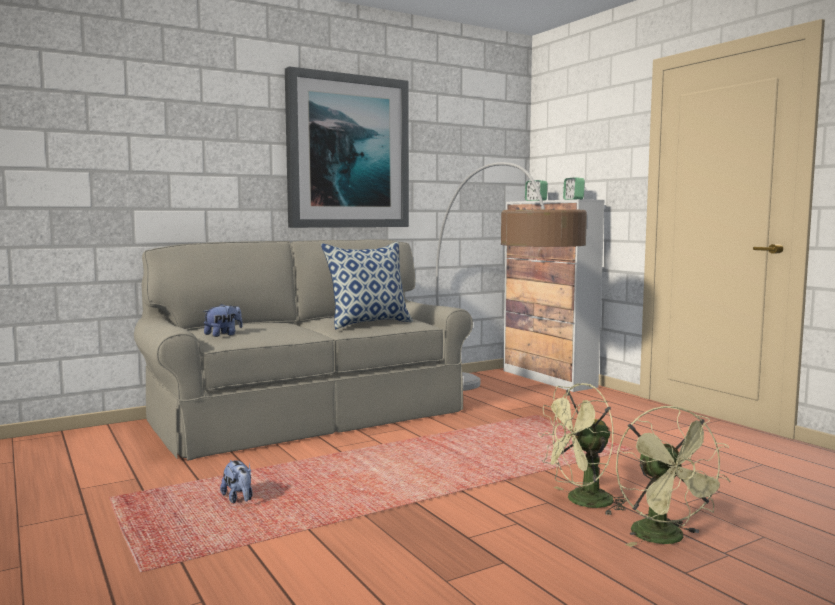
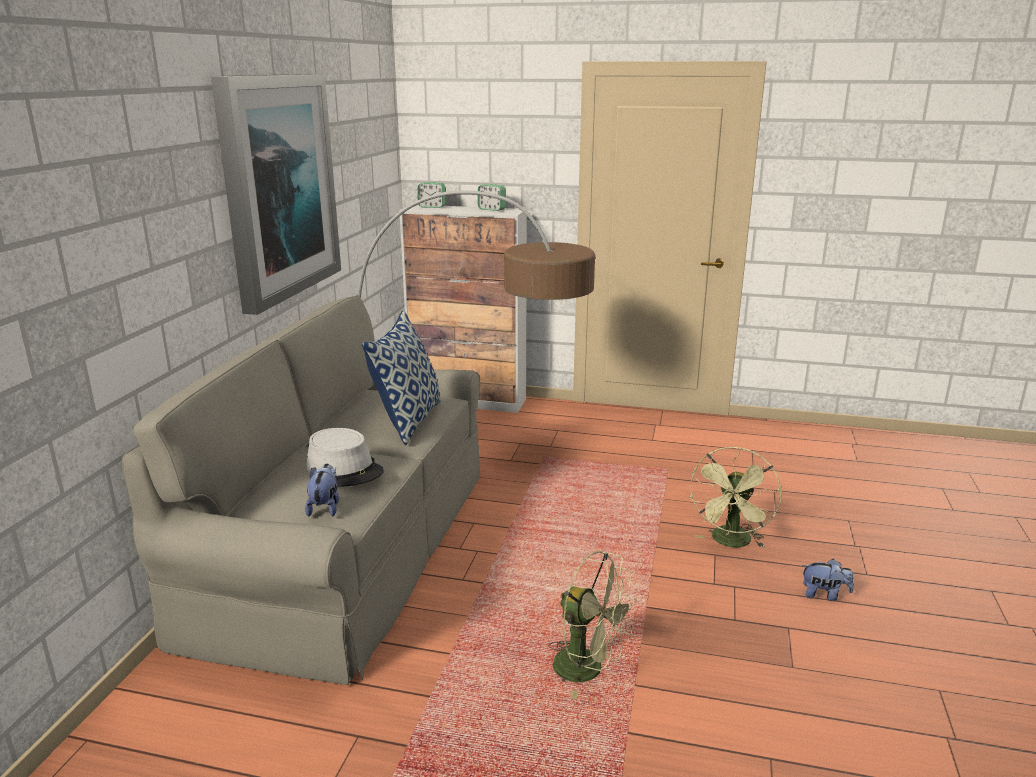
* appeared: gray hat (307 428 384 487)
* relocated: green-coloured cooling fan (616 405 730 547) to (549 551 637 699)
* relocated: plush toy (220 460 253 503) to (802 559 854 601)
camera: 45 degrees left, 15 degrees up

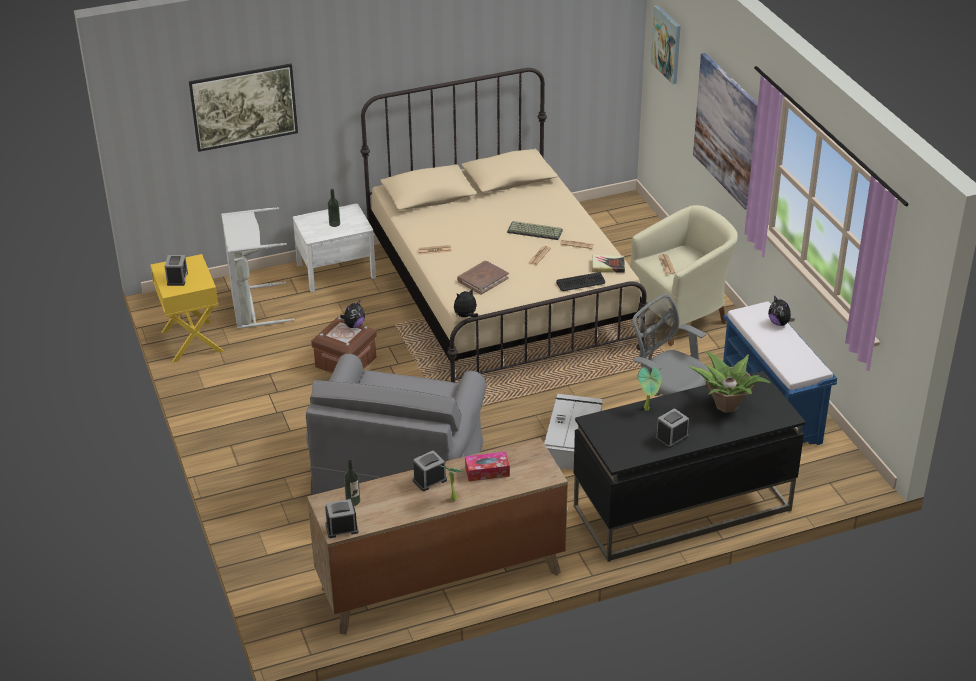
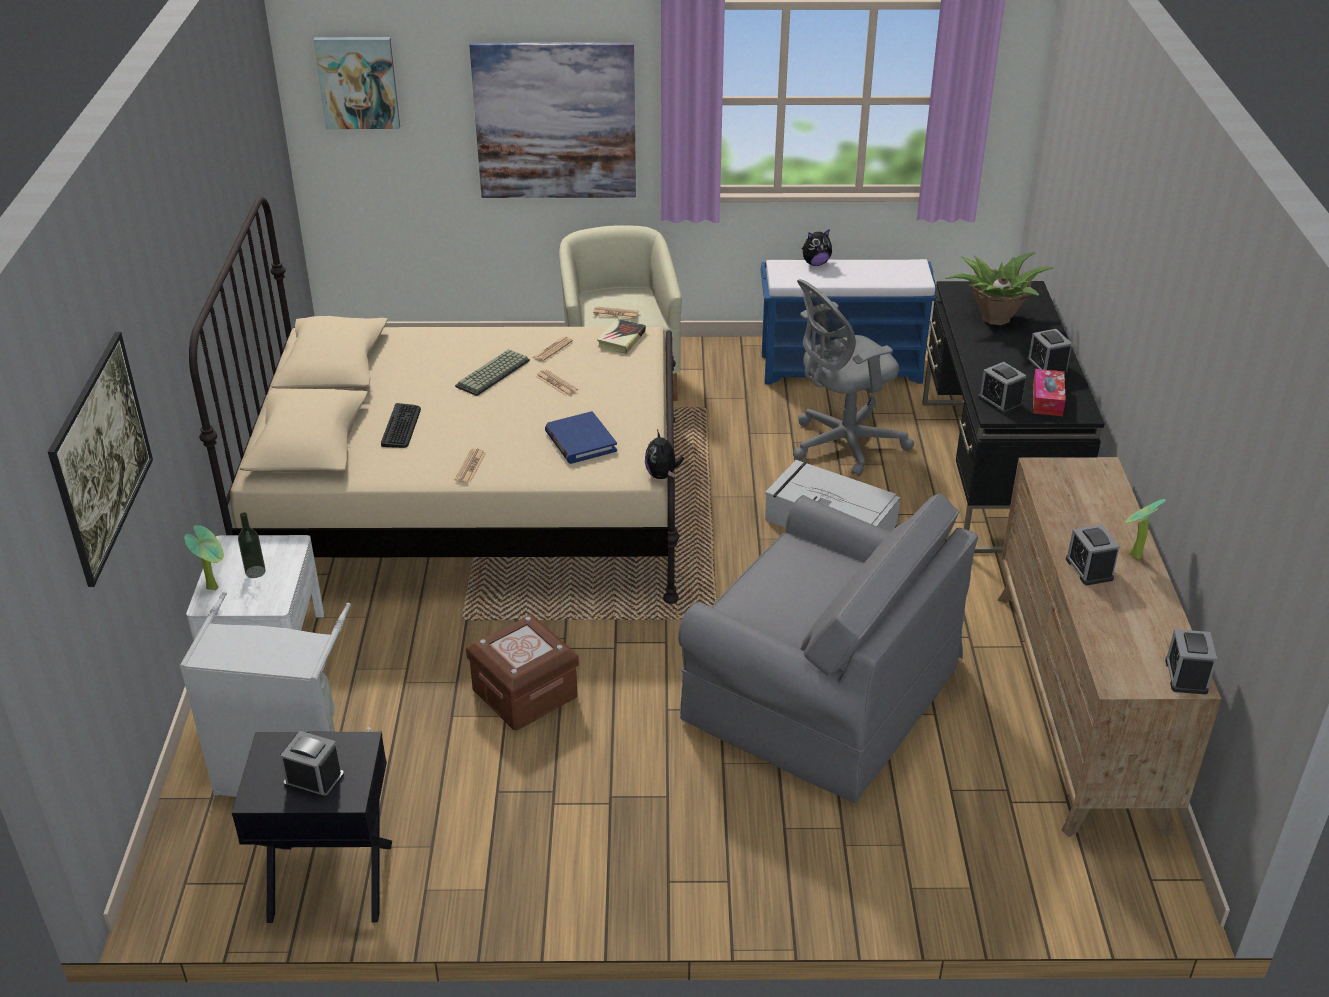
* relocated: houseplant (638 367 662 411) to (184 525 224 591)
* colour: yellowish nightstand (150 254 223 363) to blackish nightstand (232 732 392 923)
* relocated: keyboard (556 272 605 291) to (381 403 421 448)
* colour: brown volume (457 261 509 295) to bluish volume (545 411 617 464)
* appeared: bedside clock (978 362 1026 414)
* relocated: tissue holder (465 452 510 481) to (1033 369 1066 416)
* missing: plush toy (340 300 365 328)
* missing: bottle (344 460 360 506)
camera: 70 degrees left, 0 degrees up

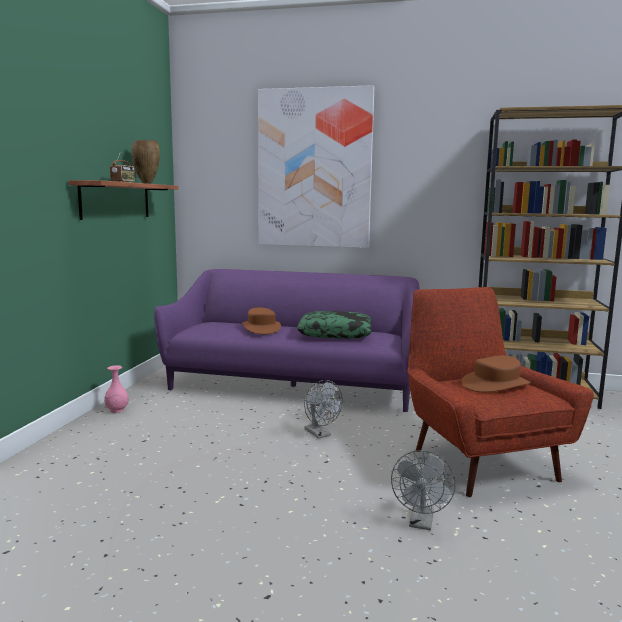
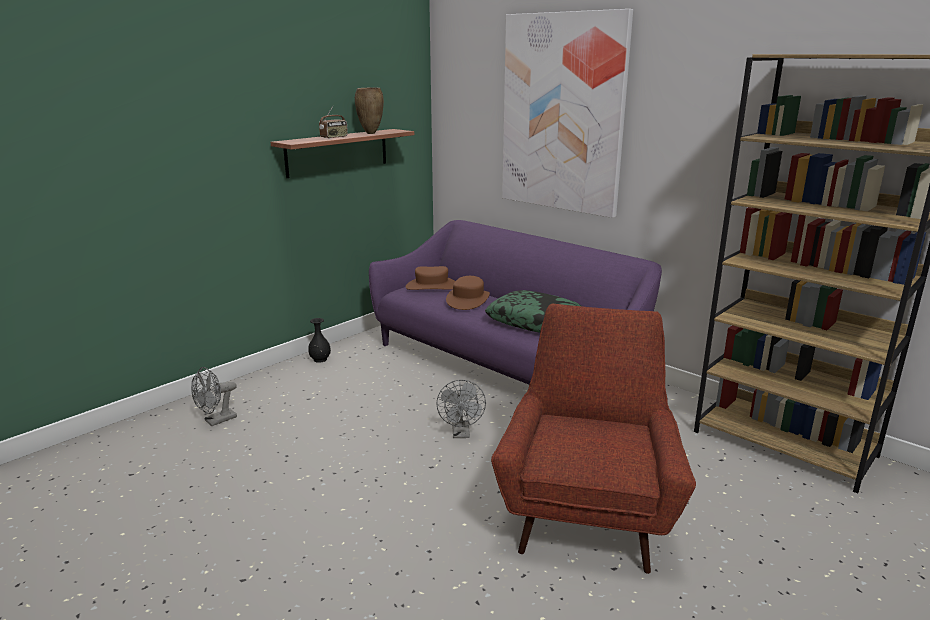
* relocated: gray cooling fan (391 450 456 530) to (191 367 237 426)
* colour: pink-coloured flower vase (104 365 129 413) to blackish flower vase (308 318 331 363)
* relocated: brown hat (461 355 531 392) to (405 266 455 290)
camera: 30 degrees right, 10 degrees up

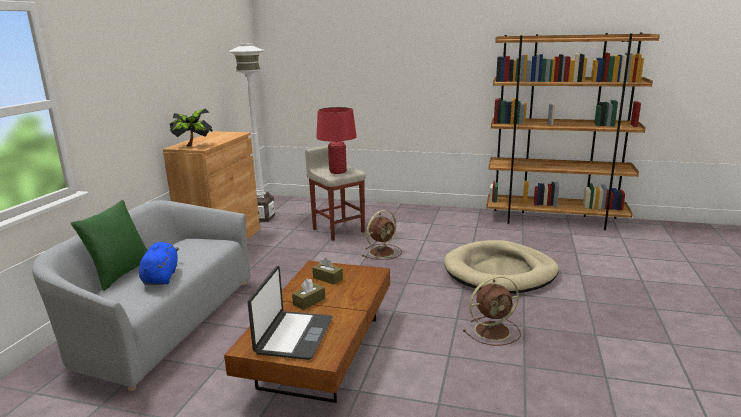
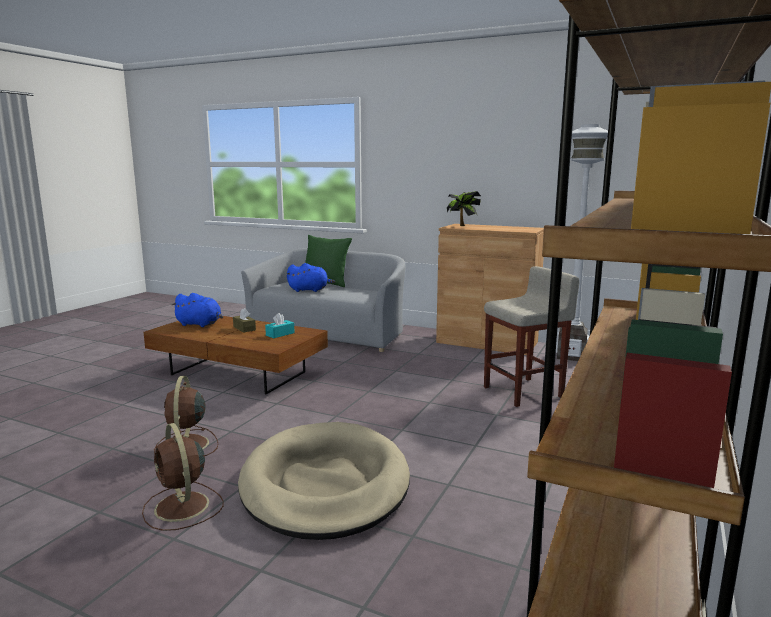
* relocated: brown cooling fan (362 210 402 260) to (142 423 224 531)
* exchanged: notebook computer (248 266 333 360) to bluish plush toy (171 293 223 327)
* colour: brown tissue holder (313 258 343 285) to turquoise-coloured tissue holder (265 313 295 338)
* missing: red lamp for a table (316 107 357 174)
camera: 100 degrees right, 5 degrees down

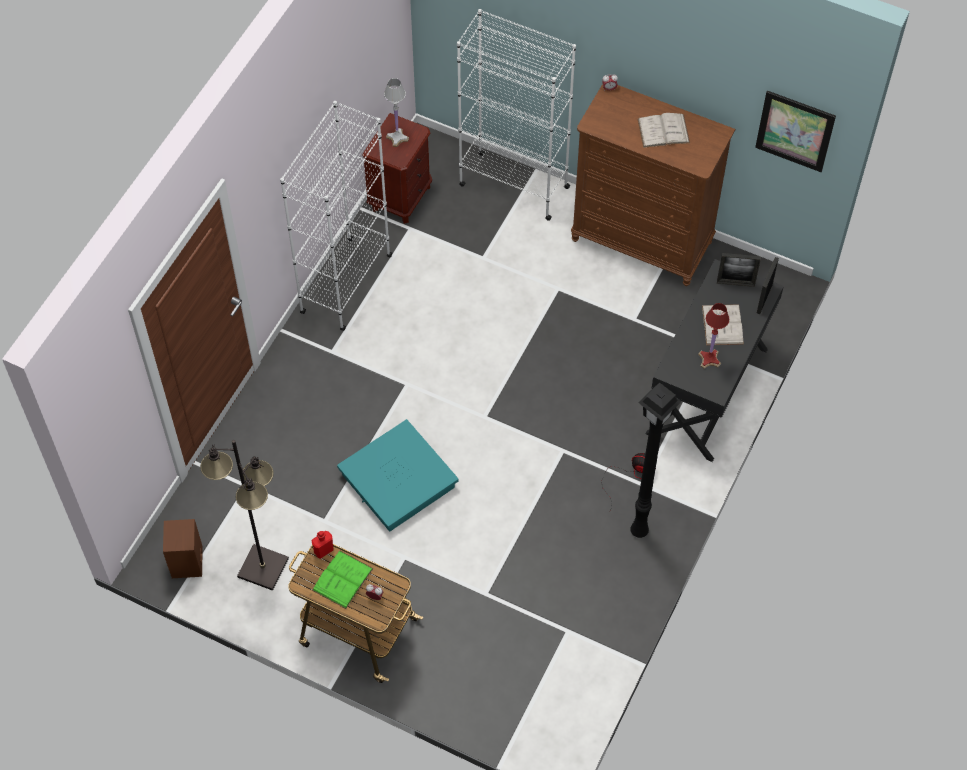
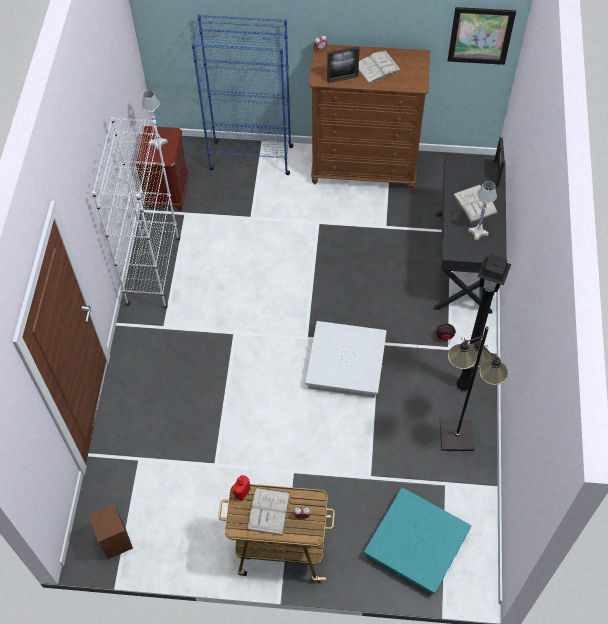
* colour: white shelving unit (457 9 576 221) to bluish shelving unit (192 14 293 175)
* colour: green-coloured volume (312 551 374 609) to white volume (247 487 290 536)
* appeared: white storage container (306 321 387 398)
* relocated: standing frame (717 253 761 287) to (327 46 360 83)
* relocated: turquoise-coloured storage container (337 419 459 532) to (364 487 471 594)
* relocated: blackish standard lamp (200 440 289 591) to (440 327 508 451)
* colour: red lamp for a table (698 303 729 369) to white lamp for a table (468 181 497 241)
camera: 20 degrees left, 0 degrees up

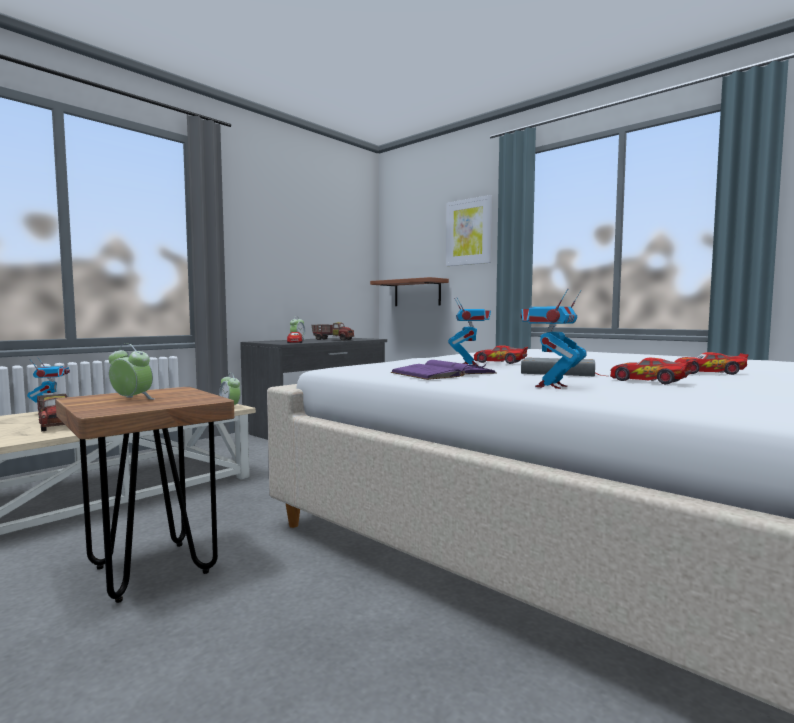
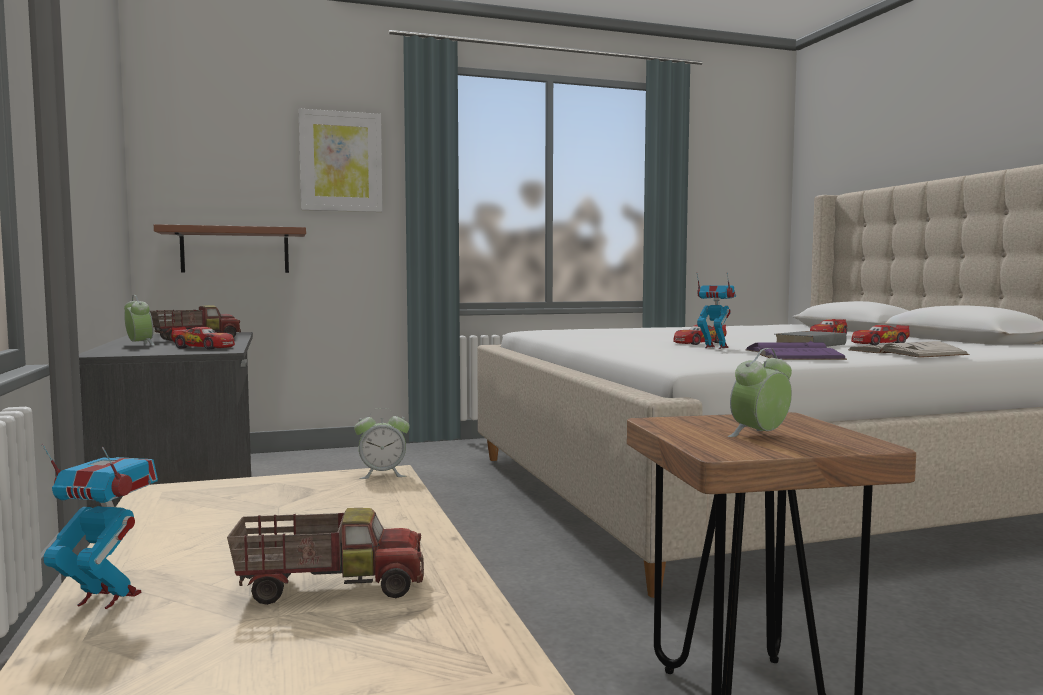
* exchanged: robot figure (520 289 587 389) to white volume (848 341 970 358)
camera: 60 degrees left, 0 degrees up

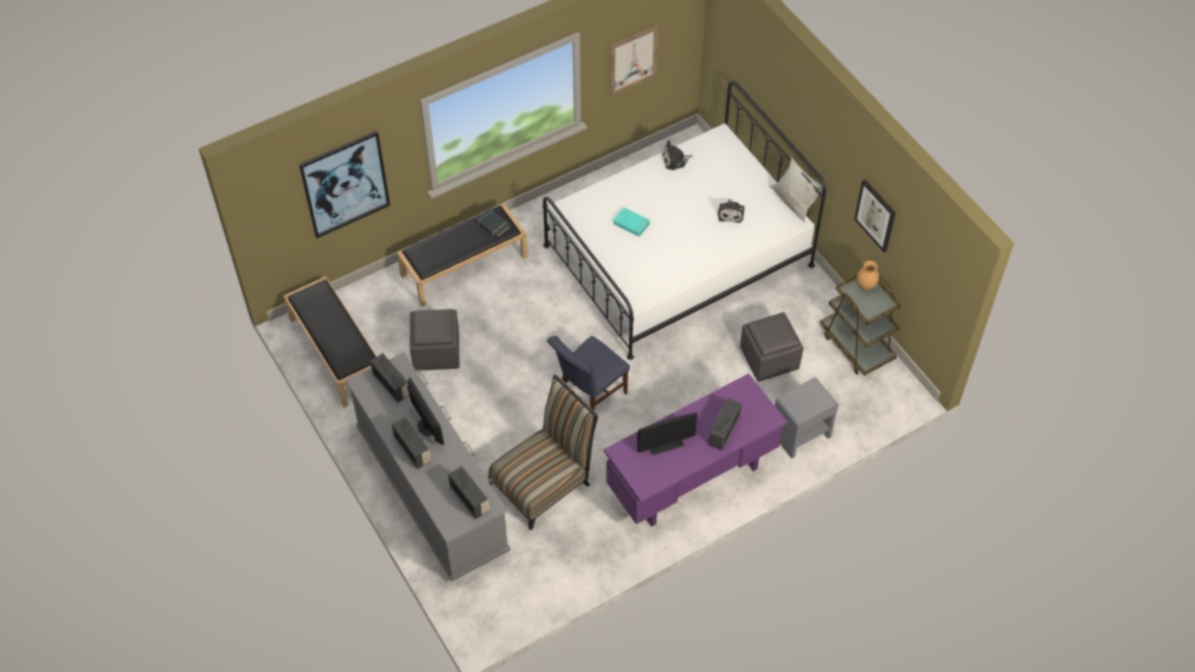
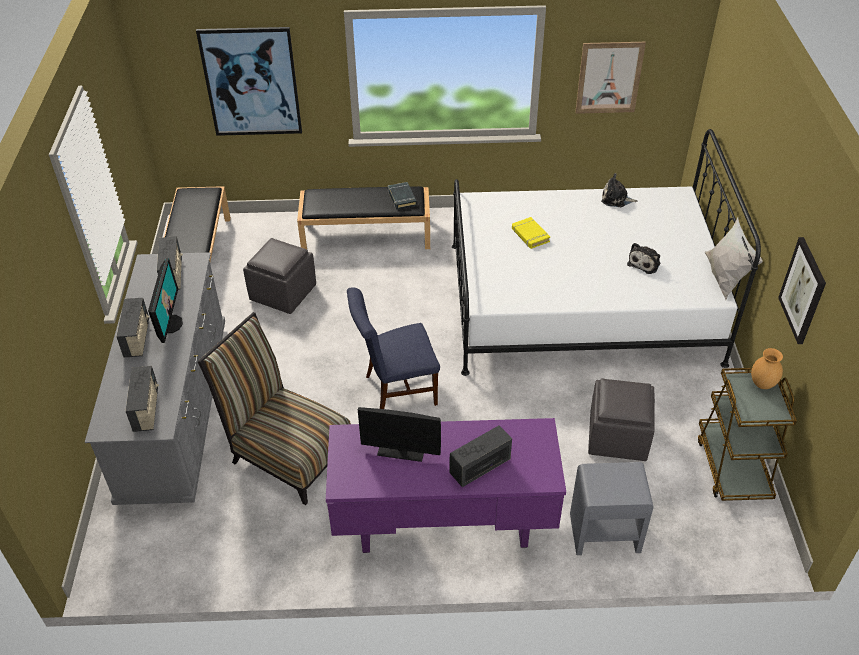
* spun: upright chair (488 374 599 530) = (198 312 351 505) 135 degrees counterclockwise
* colour: turquoise-coloured volume (613 208 650 237) to yellowish volume (512 217 550 249)
camera: 30 degrees right, 10 degrees down

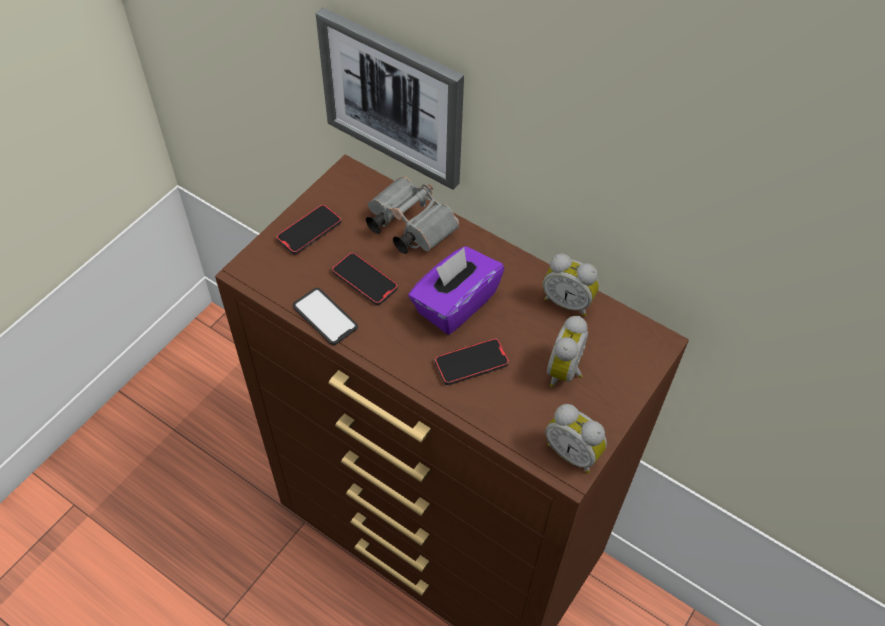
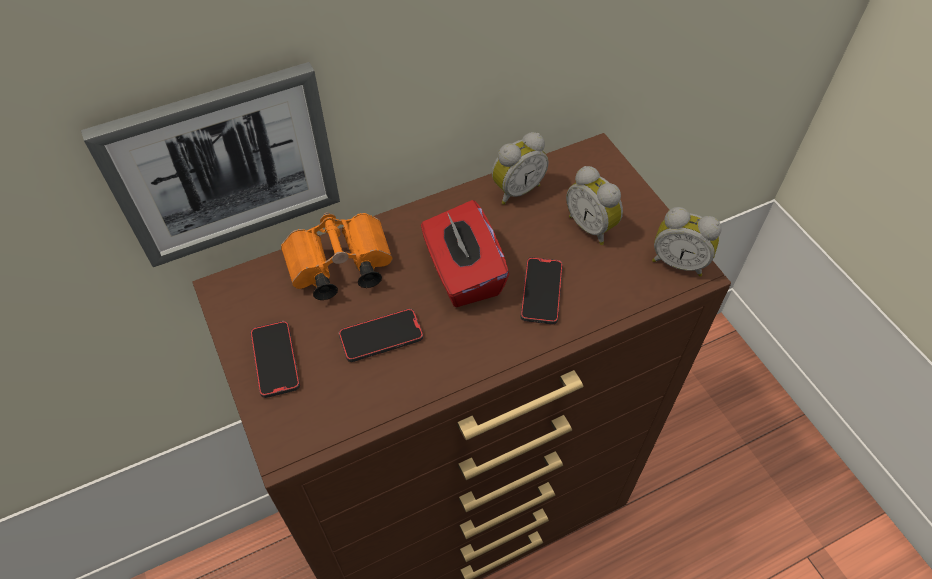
* colour: gray pair of binoculars (366 177 459 254) to orange pair of binoculars (281 212 393 300)
* colour: purple tissue holder (408 246 504 335) to red tissue holder (421 200 509 307)
* spun: bedside clock (545 404 607 473) = (652 207 721 277) 45 degrees clockwise
* missing: handset (293 288 358 345)
camera: 60 degrees left, 0 degrees up

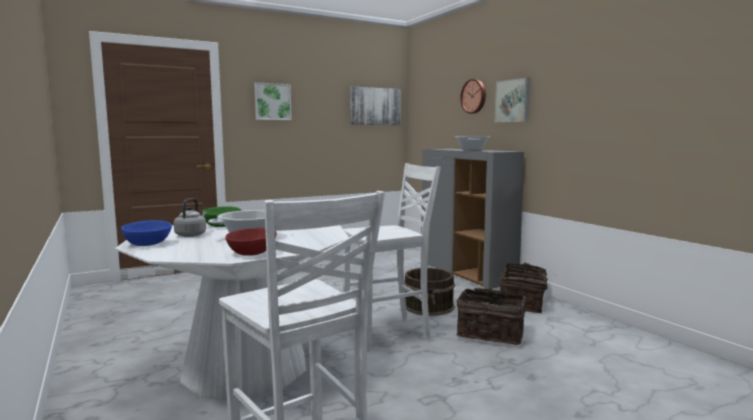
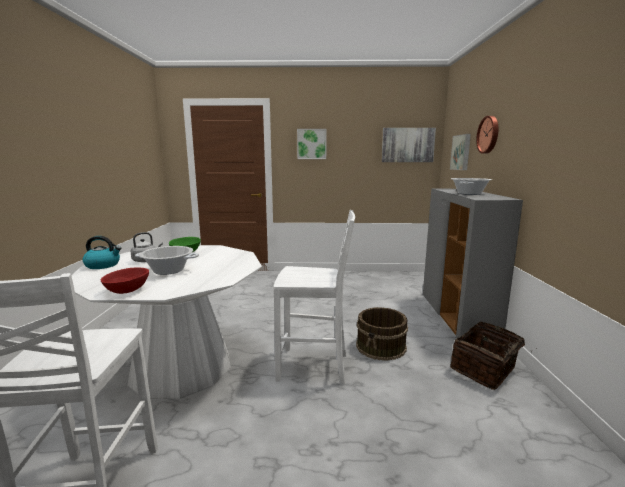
* exchanged: bluish deep dish (121 220 172 246) to kettle (82 236 121 269)
* relocated: wall picture (495 77 530 123) to (450 134 471 170)
* missing: storage basket (457 288 526 345)
camera: 30 degrees right, 5 degrees up

